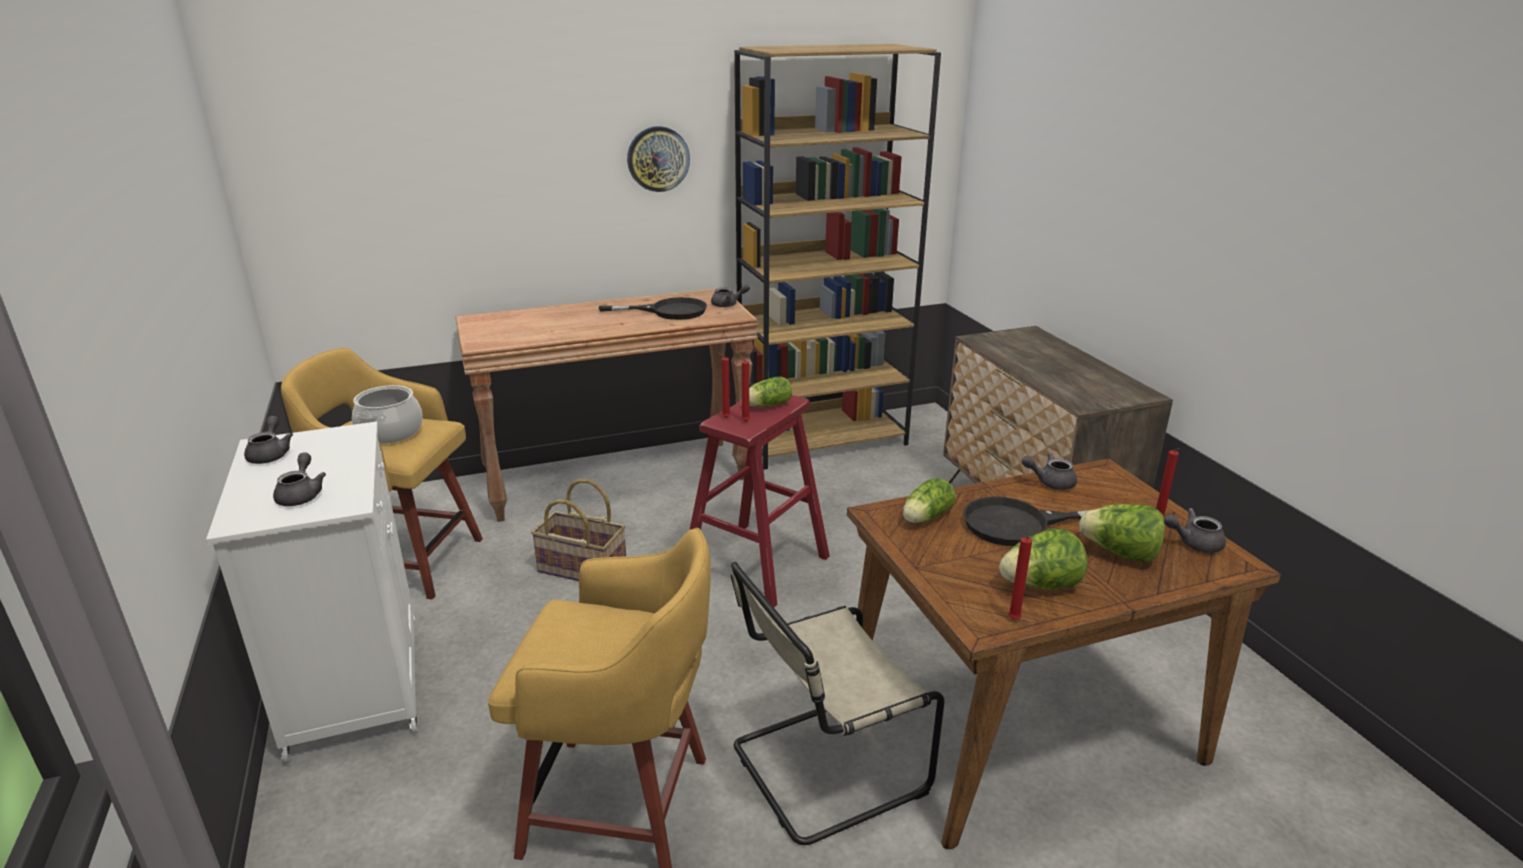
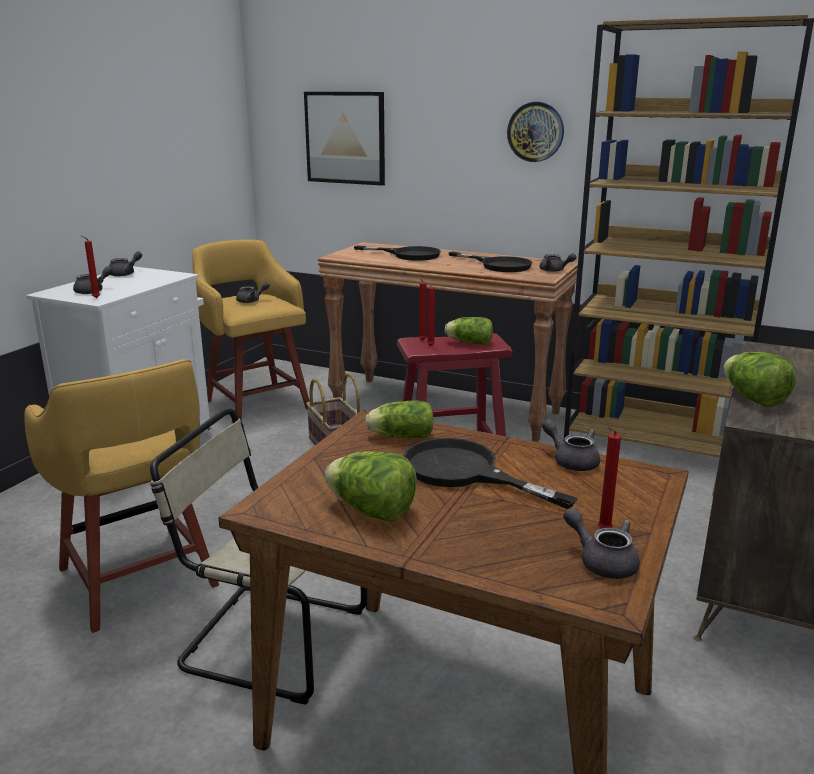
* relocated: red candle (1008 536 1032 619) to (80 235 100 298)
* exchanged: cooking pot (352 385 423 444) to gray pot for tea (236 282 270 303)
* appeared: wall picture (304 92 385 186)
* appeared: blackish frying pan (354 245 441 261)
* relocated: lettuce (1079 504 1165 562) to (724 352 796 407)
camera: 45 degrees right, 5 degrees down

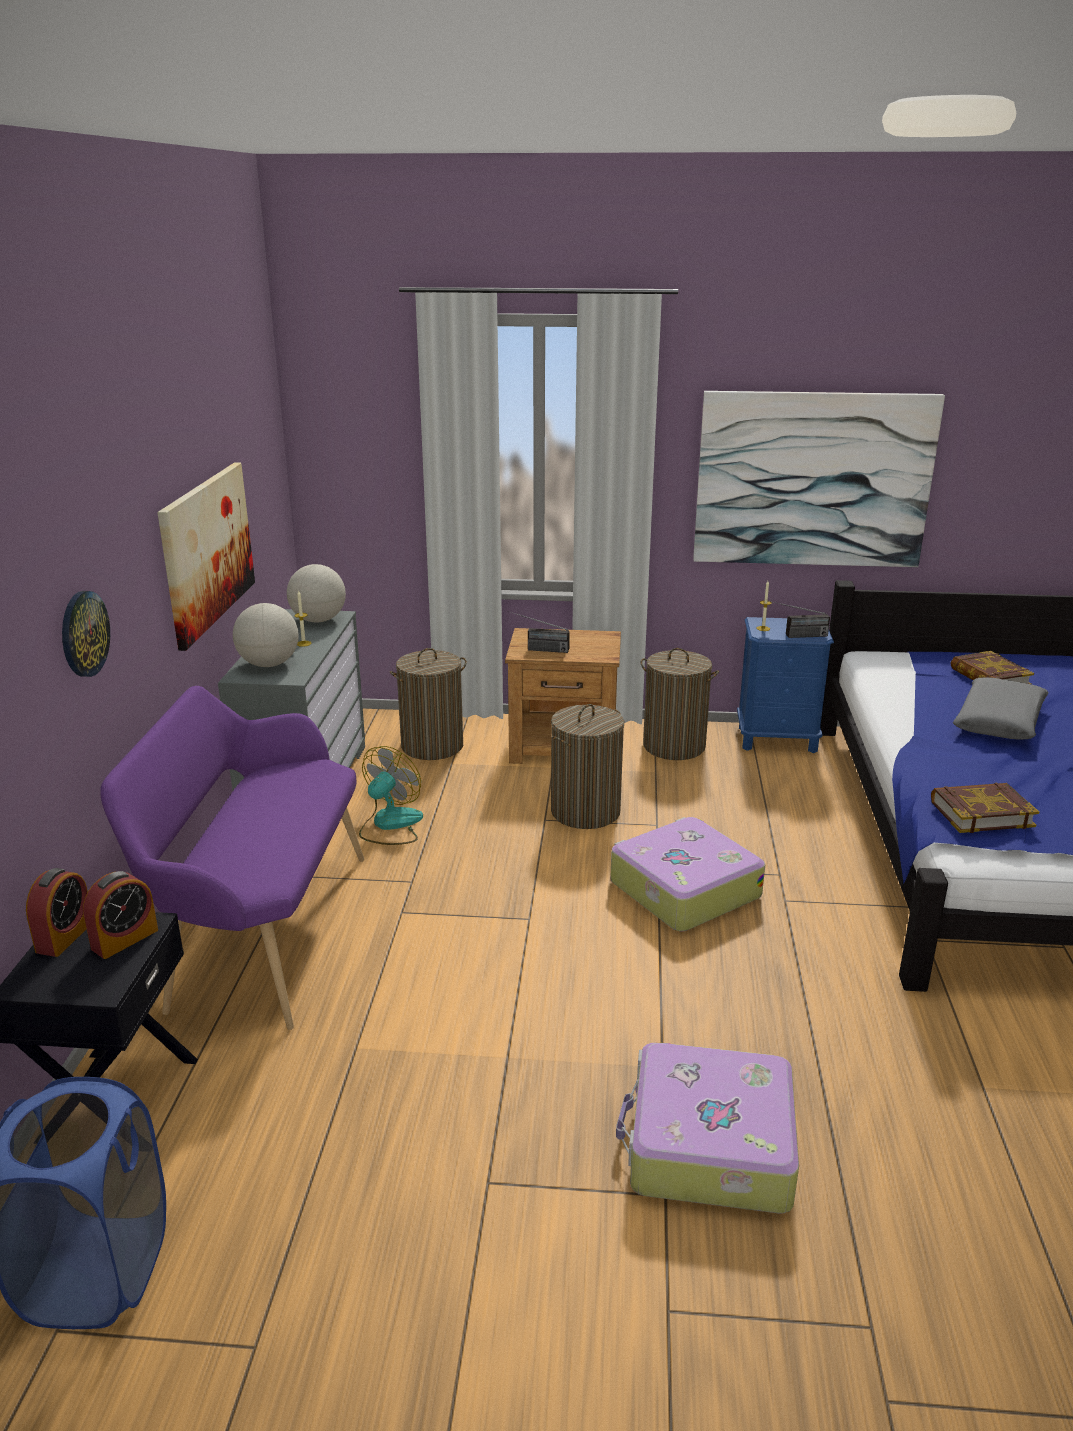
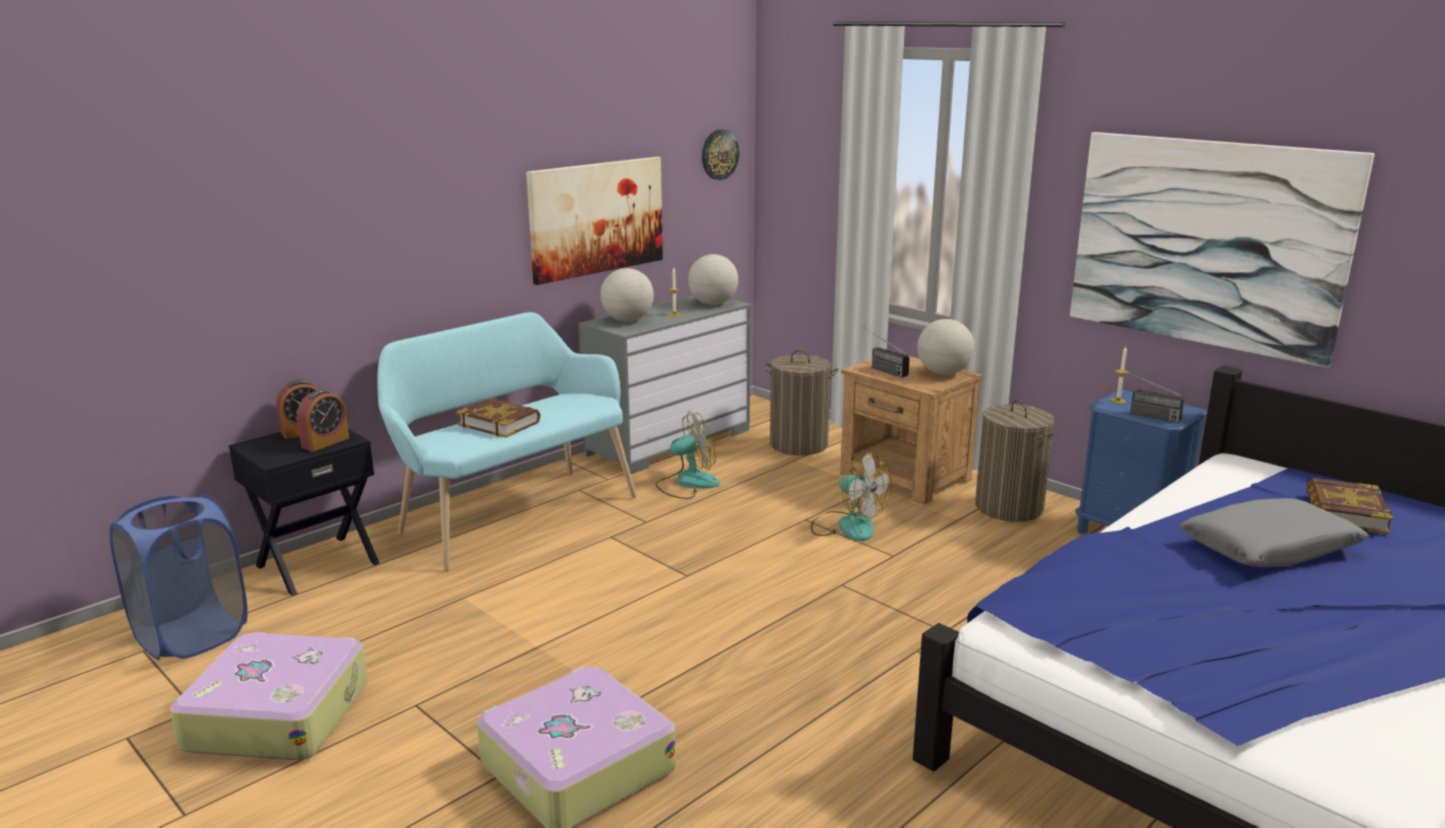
* relocated: travel case (610 817 765 931) to (170 632 368 760)
* spun: bedside clock (83 871 158 959) = (297 390 349 452) 45 degrees counterclockwise
* colour: purple long seat (100 686 364 1030) to turquoise-coloured long seat (377 312 636 572)
* relocated: volume (931 783 1039 833) to (456 398 541 438)
* relocated: hanging clock (62 591 110 677) to (702 129 739 180)
* exchanged: laundry basket (551 704 624 829) to cooling fan (811 453 892 541)
* appeared: world globe (917 319 974 375)
camera: 40 degrees right, 5 degrees down

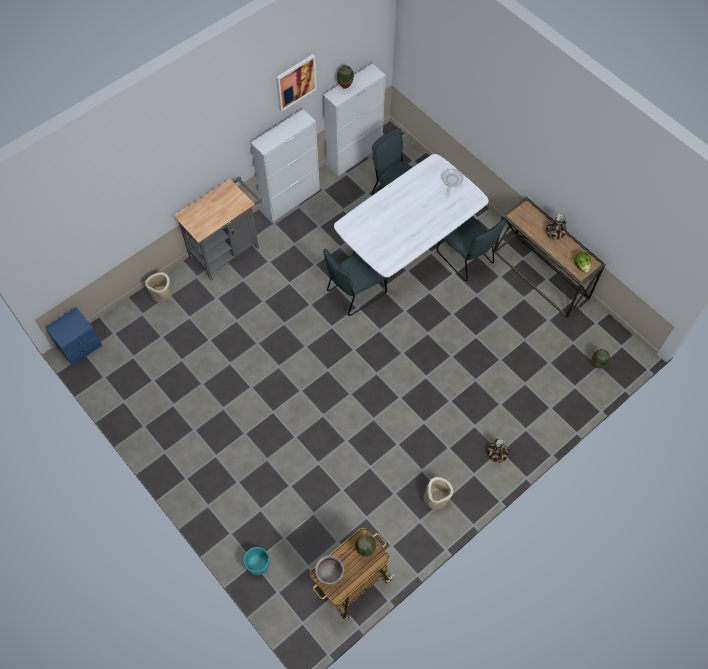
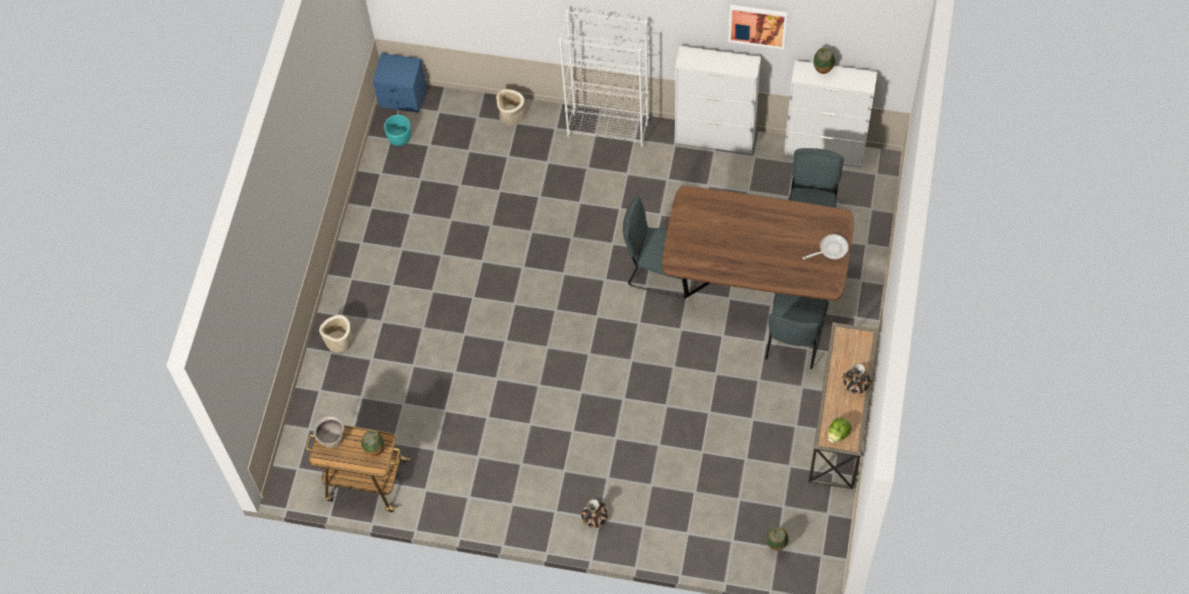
* relocated: beige-coloured plant pot (423 477 453 510) to (319 315 353 353)
* relocated: turquoise-coloured plant pot (244 547 270 575) to (384 115 411 146)
* exchanged: gray trolley (173 176 262 281) to white shelving unit (559 10 649 148)
* colour: white kitchen table (334 154 488 292) to brown kitchen table (662 186 854 300)
camera: 55 degrees right, 0 degrees up

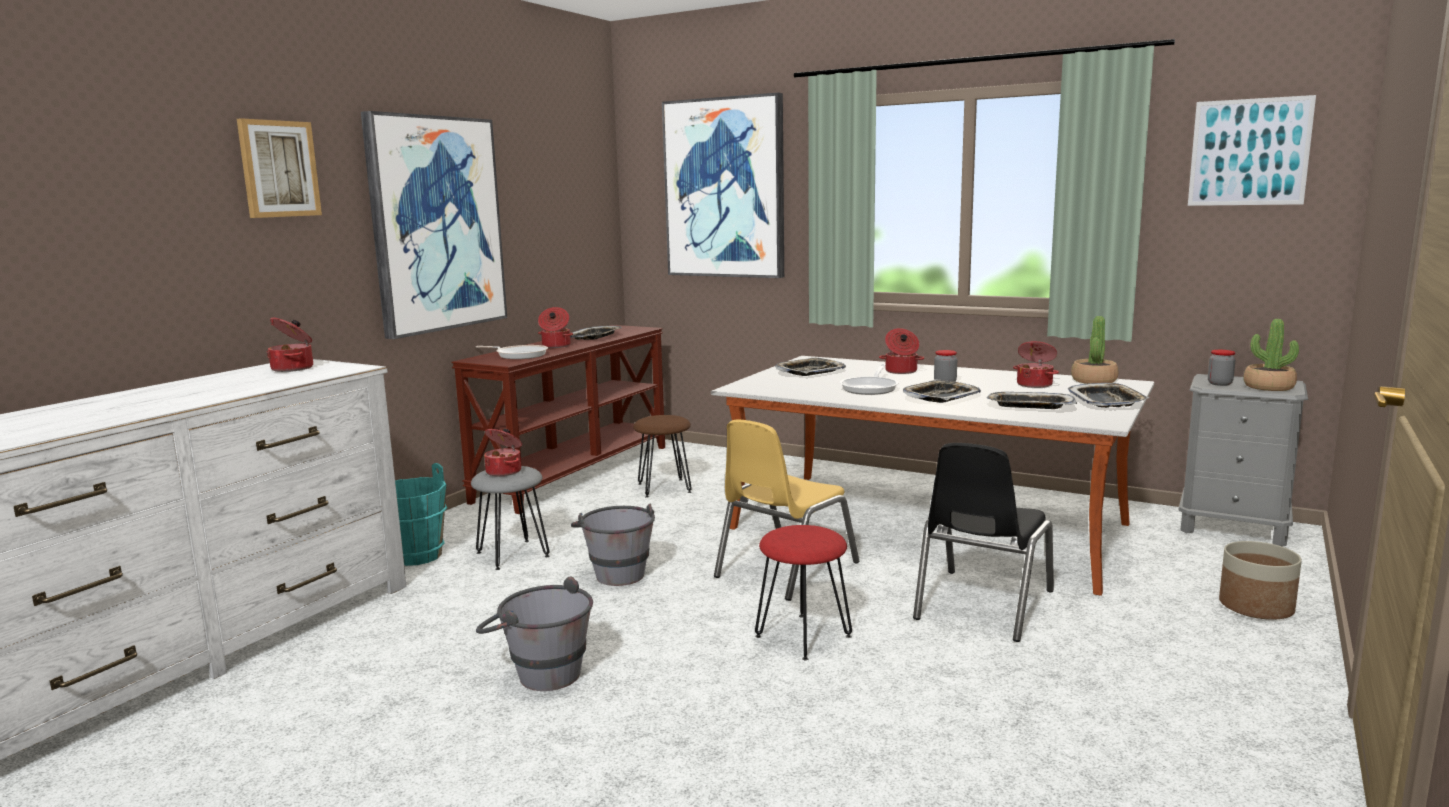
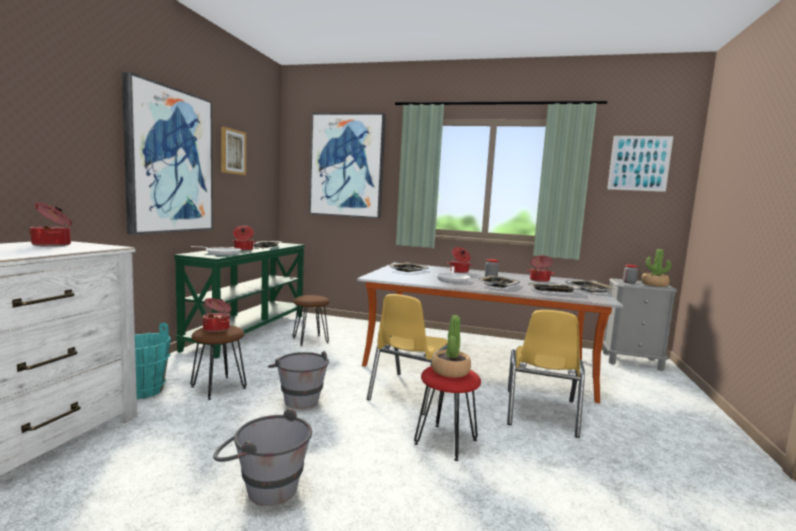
* colour: brown console table (451 325 665 514) to green-coloured console table (174 243 305 359)
* colour: gray stool (471 466 550 570) to brown stool (190 325 247 400)
* relocated: wall picture (237 118 322 218) to (221 126 246 175)
* relocated: houseplant (1071 316 1118 384) to (432 315 471 378)
* colour: blackish upright chair (913 443 1054 642) to yellowish upright chair (507 310 585 438)
* missing: plant pot (1219 541 1302 620)
camera: 15 degrees left, 5 degrees down

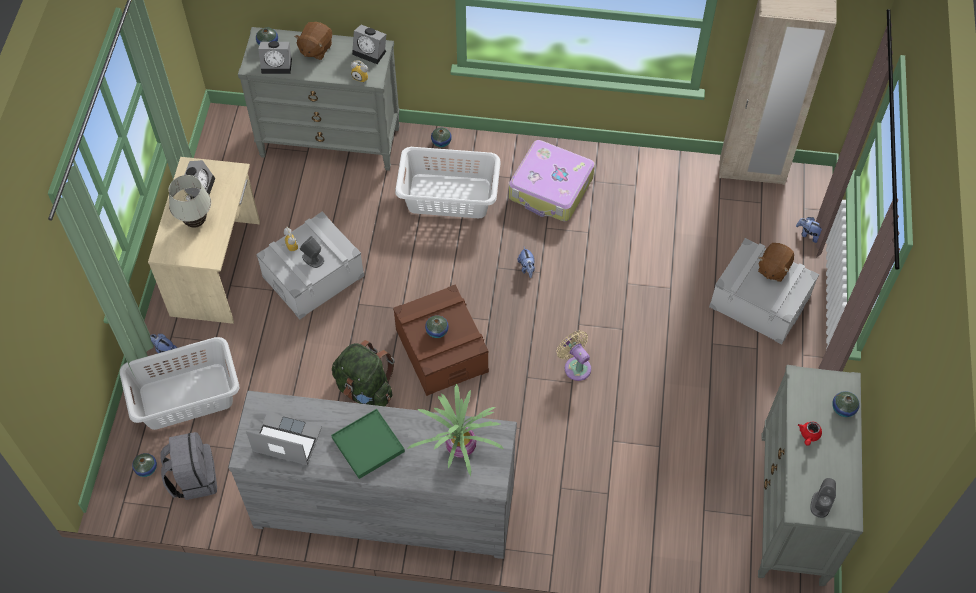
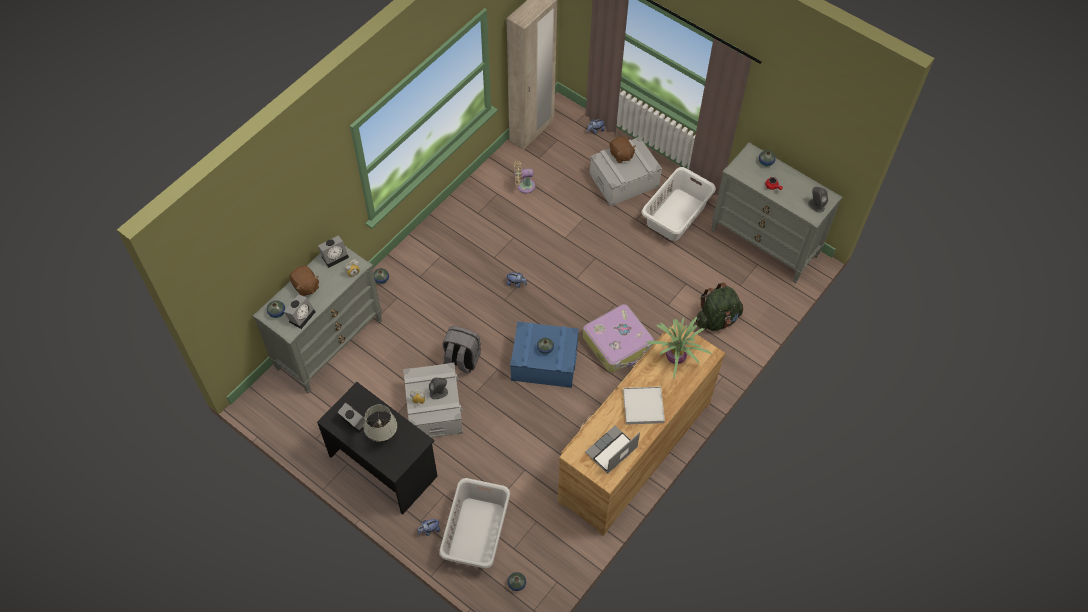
* colour: beige-coloured desk (148 157 260 324) to blackish desk (317 382 438 515)
* relocated: gray knapsack (160 432 217 500) to (443 326 481 374)
* colour: brown storage container (393 284 489 396) to bluish storage container (510 321 579 388)
* relocated: beige-coloured cooling fan (557 331 591 381) to (514 161 535 193)
* colour: gray drawer chest (228 391 517 559) to brown drawer chest (558 322 725 536)
* relocated: travel case (509 140 595 222) to (583 304 654 373)
* colour: green-coloured carrying tray (331 409 405 479) to white carrying tray (623 386 665 425)
* relocated: white laundry basket (395 147 501 218) to (641 167 716 241)
* relocated: green-coloured knapsack (332 340 395 406) to (696 282 743 331)
camera: 60 degrees left, 0 degrees up

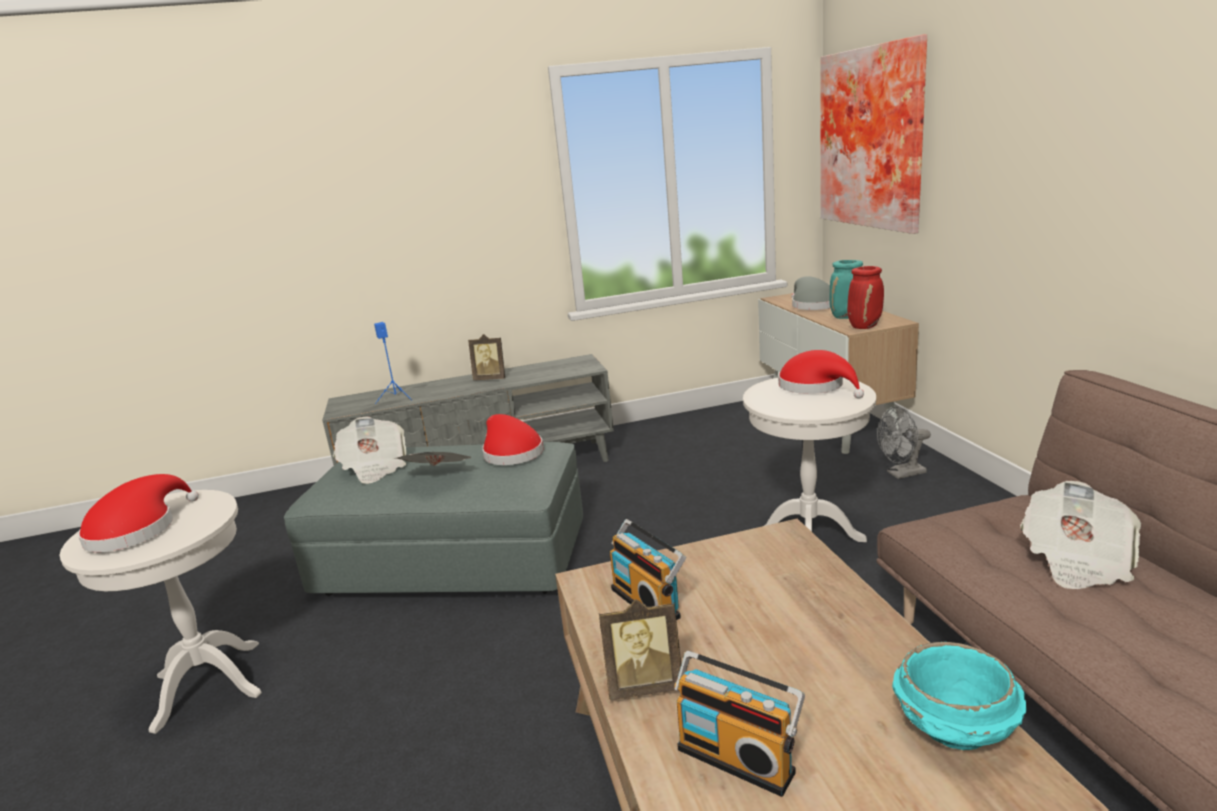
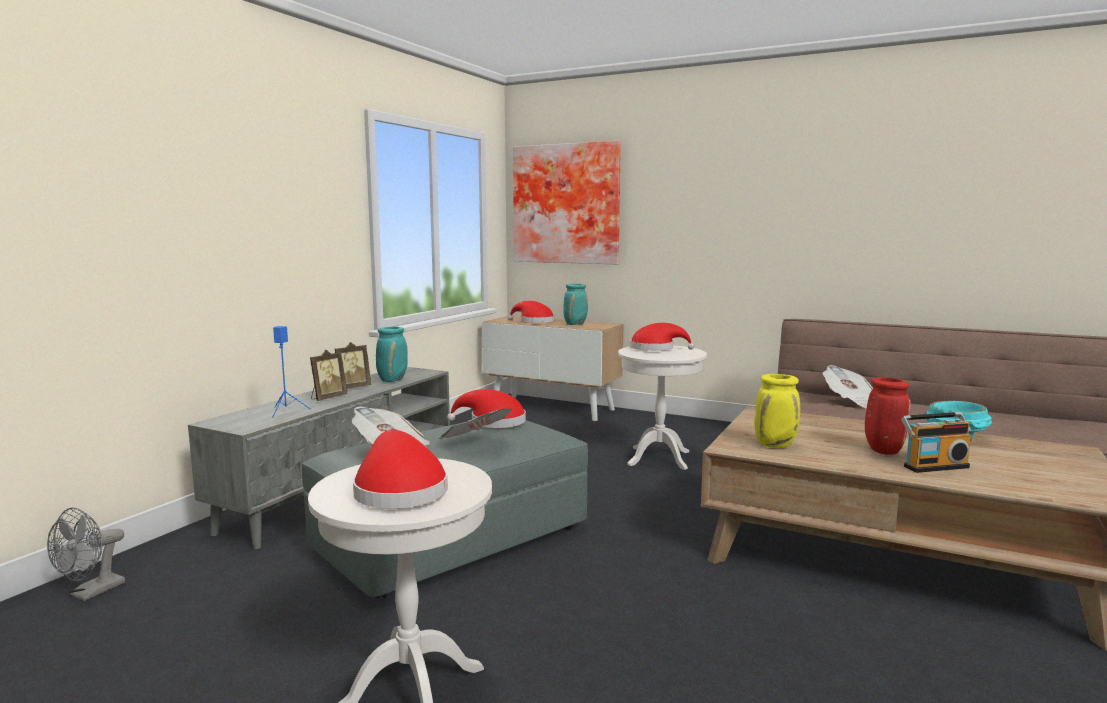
* relocated: gray cooling fan (877 407 931 479) to (47 508 125 601)
* relocated: standing frame (599 599 681 700) to (310 350 348 401)
* appeared: turquoise-coloured flower vase (376 327 408 382)
* colour: gray hat (792 276 830 310) to red hat (508 301 554 323)
* exchanged: radio set (610 519 686 620) to yellowish flower vase (754 374 800 447)
* relocated: red flower vase (847 266 884 329) to (865 377 911 455)
camera: 50 degrees left, 10 degrees down

